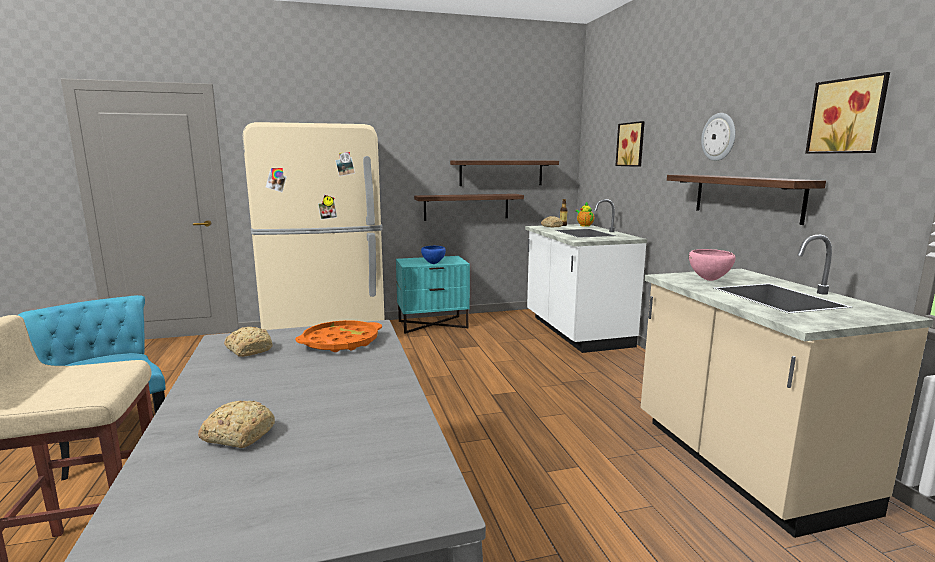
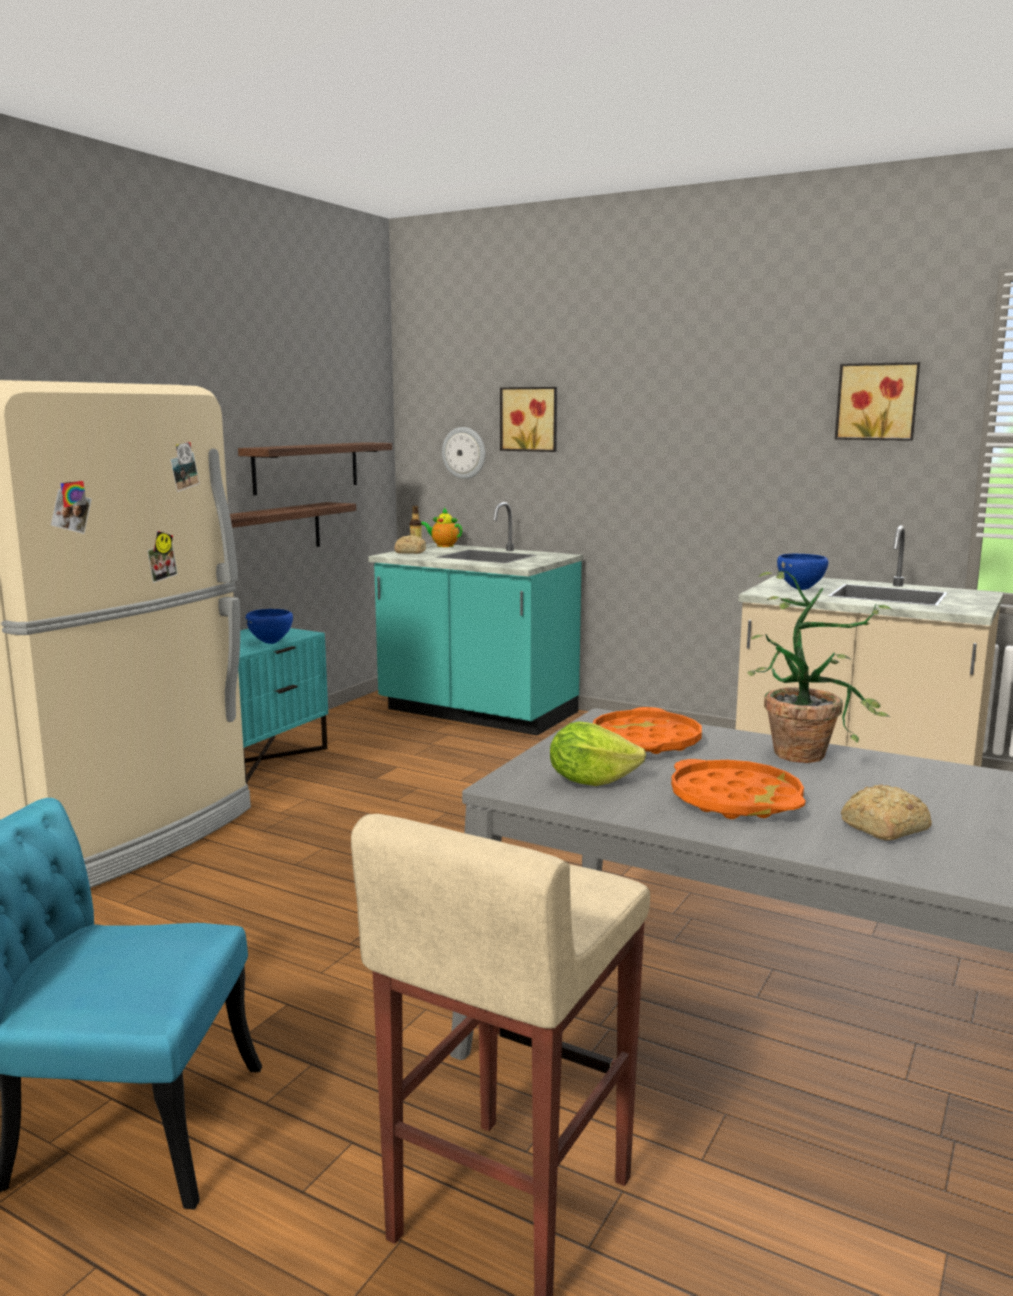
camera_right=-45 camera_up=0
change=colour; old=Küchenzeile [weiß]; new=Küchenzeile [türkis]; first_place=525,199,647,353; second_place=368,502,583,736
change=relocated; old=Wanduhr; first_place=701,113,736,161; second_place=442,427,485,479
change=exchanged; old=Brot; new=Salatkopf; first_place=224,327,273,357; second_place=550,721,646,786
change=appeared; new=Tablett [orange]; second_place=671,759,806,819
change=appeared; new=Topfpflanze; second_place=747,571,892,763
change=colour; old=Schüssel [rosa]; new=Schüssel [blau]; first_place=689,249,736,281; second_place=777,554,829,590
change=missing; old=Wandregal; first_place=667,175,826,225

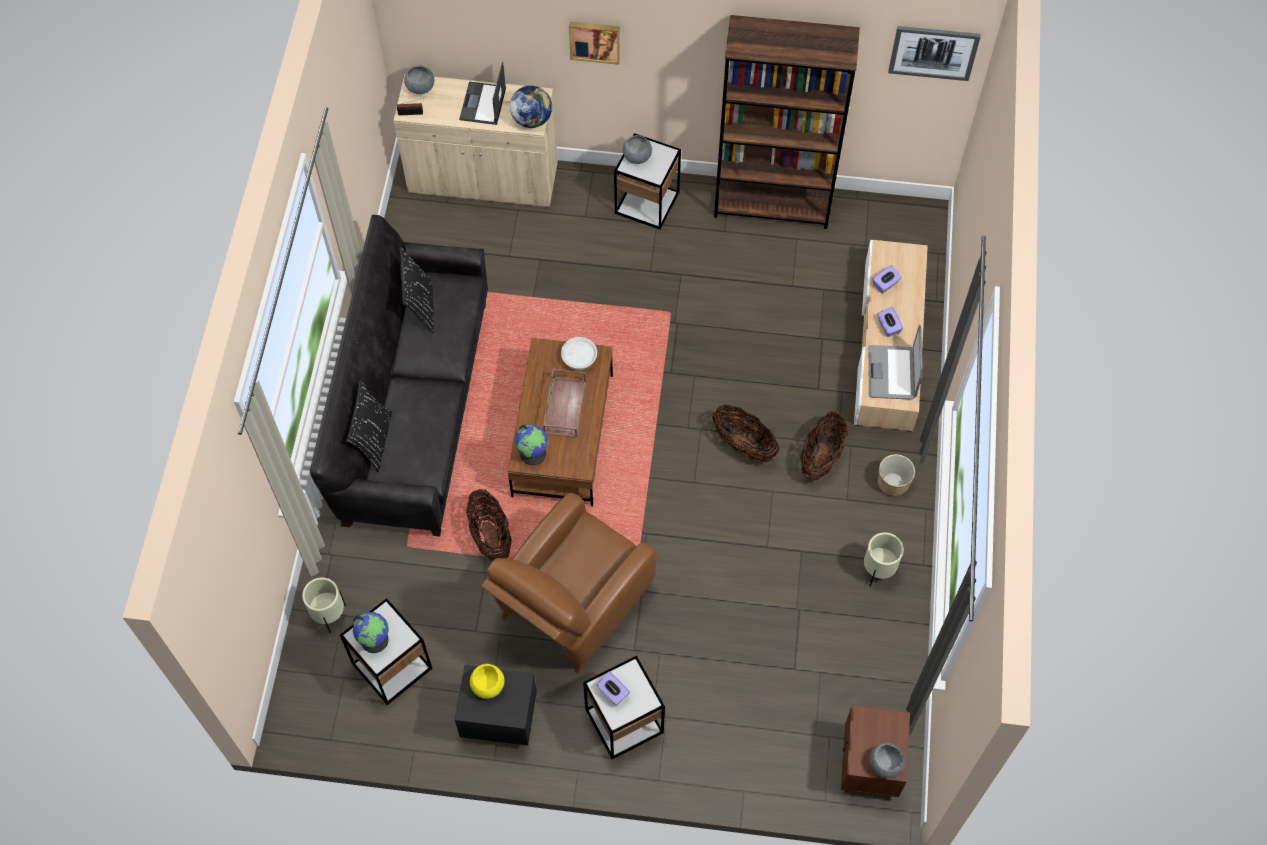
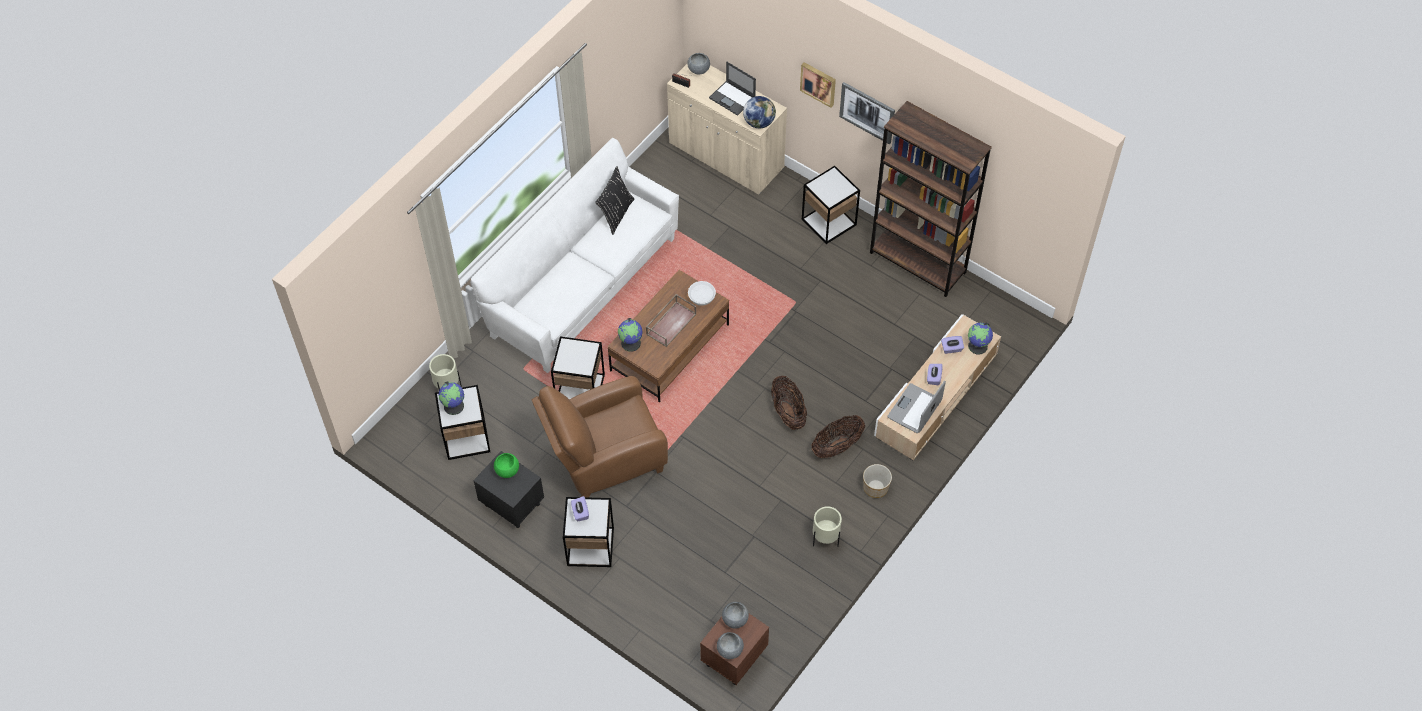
camera_right=30 camera_up=-5
change=colour; old=Sofa [schwarz]; new=Sofa [weiß]; first_place=310,215,488,536; second_place=471,138,679,373
change=colour; old=Schüssel [gelb]; new=Schüssel [grün]; first_place=470,664,504,699; second_place=494,453,519,478
change=exchanged; old=Korb; new=Beistelltisch; first_place=466,489,512,562; second_place=551,336,605,399
change=spun; old=Laptop; first_place=459,62,506,125; second_place=709,62,756,116; degrees=-90
change=relocated; old=Schüssel [grau]; first_place=623,135,652,164; second_place=722,602,749,628
change=relocated; old=Bild; first_place=888,26,981,81; second_place=839,82,895,145
change=appeared; new=Globus; second_place=968,322,993,354
change=missing; old=Kissen [schwarz]; first_place=346,380,392,472

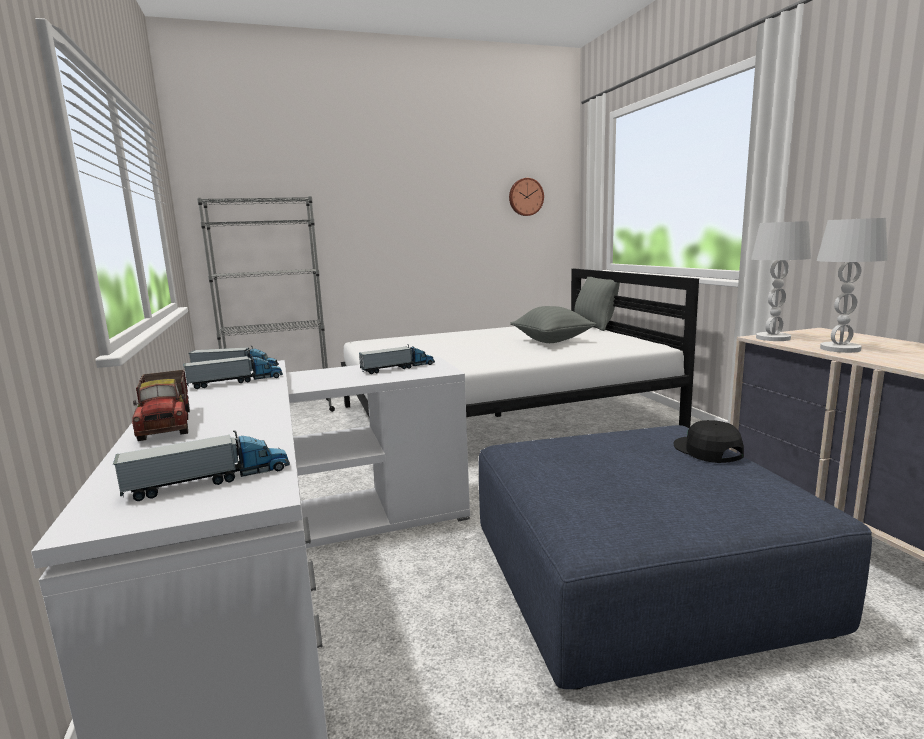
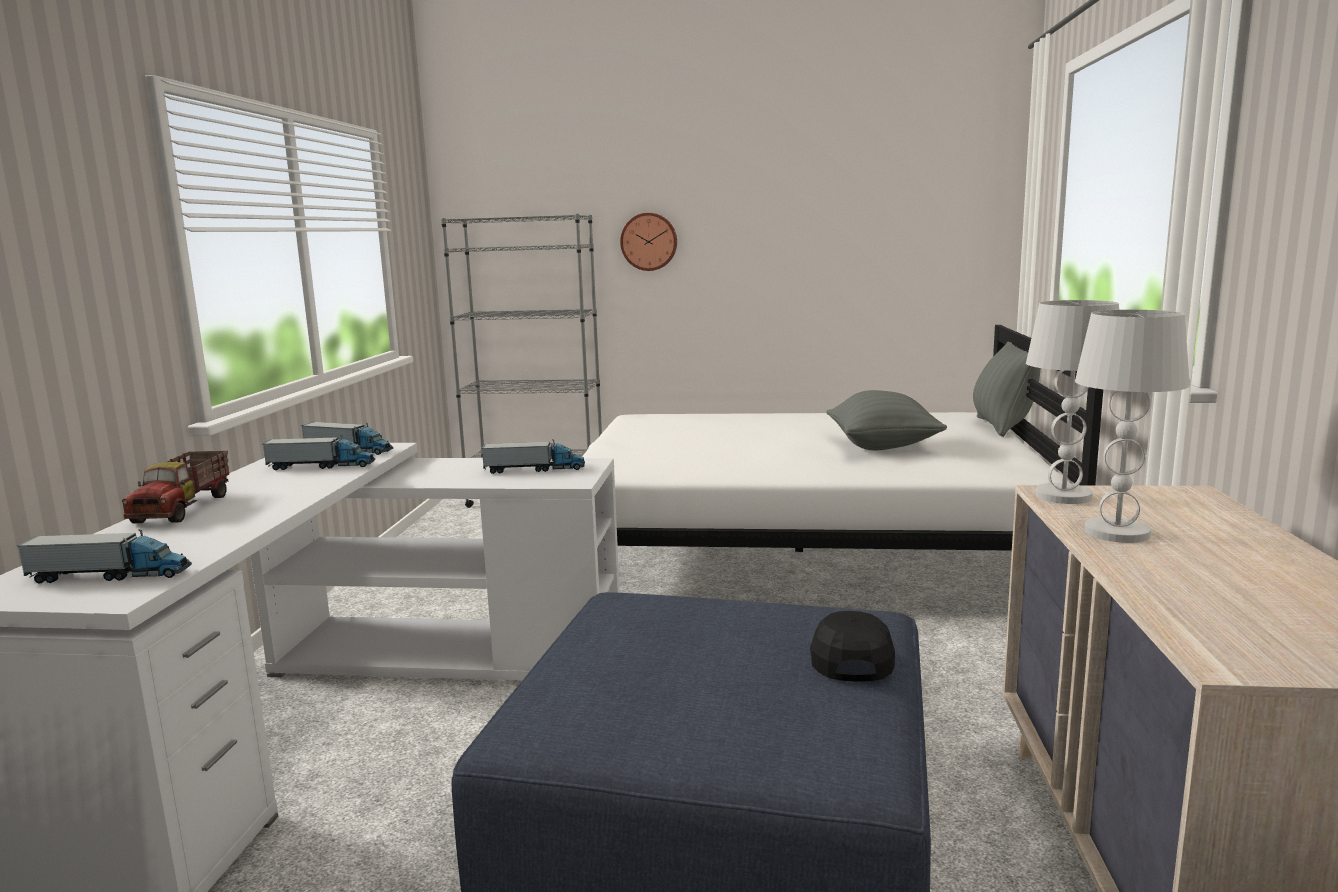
camera_right=25 camera_up=0
change=relocated; old=Wanduhr; first_place=509,178,544,216; second_place=620,213,677,271

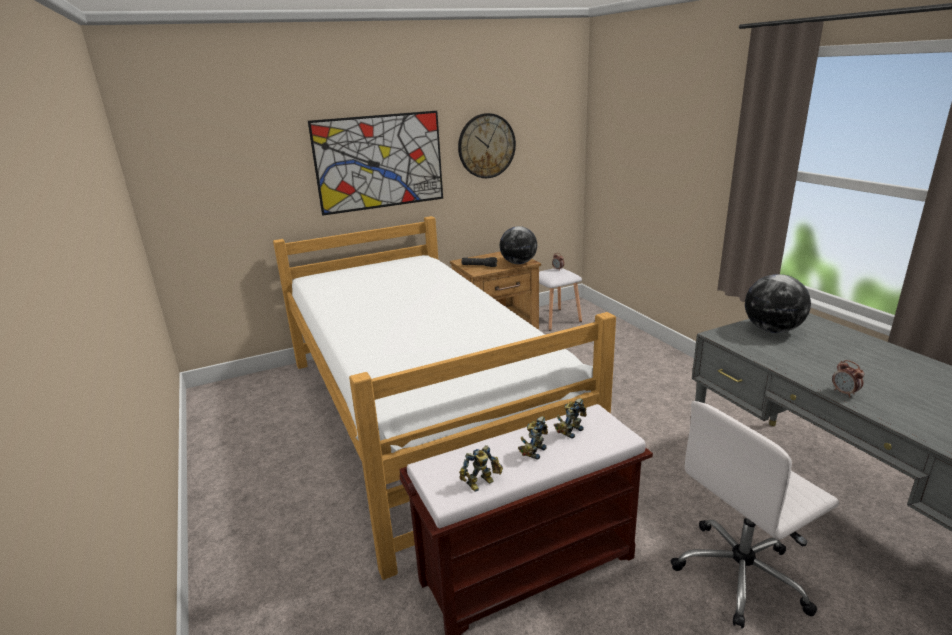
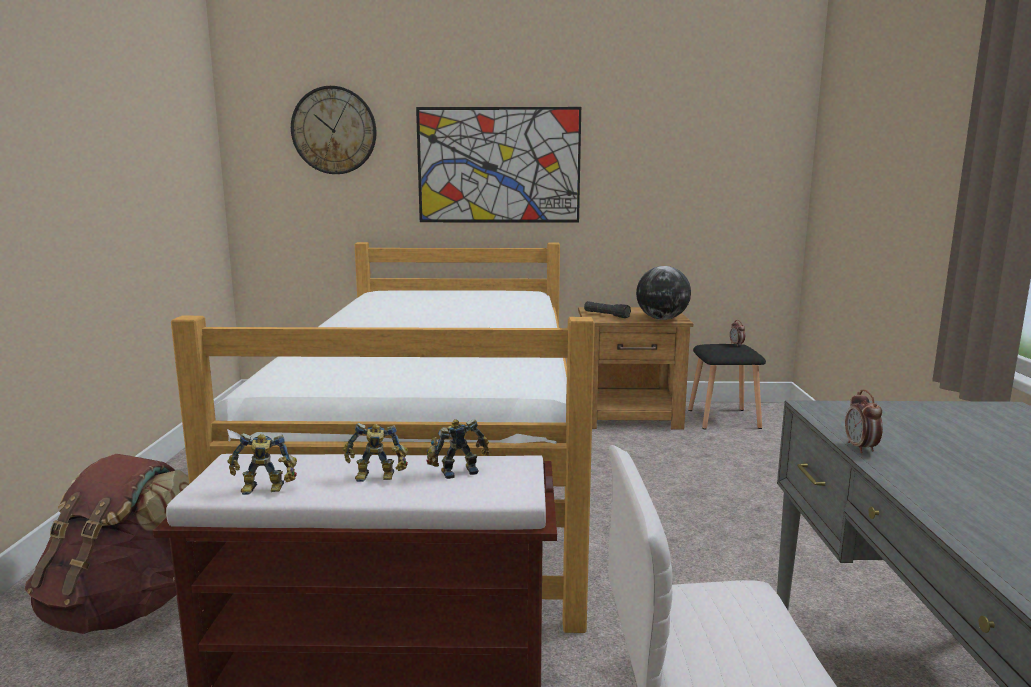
camera_right=25 camera_up=-10
change=appeared; new=Rucksack [braun]; second_place=25,454,189,634
change=relocated; old=Wanduhr; first_place=458,113,516,178; second_place=291,86,377,174
change=spun; old=Spielzeugroboter; first_place=518,416,548,460; second_place=343,423,408,482; degrees=-150
change=colour; old=Hocker [weiß]; new=Hocker [schwarz]; first_place=539,268,582,331; second_place=688,344,766,429
change=relocated; old=Wecker; first_place=832,360,864,397; second_place=845,389,883,453
change=missing; old=Globus; first_place=745,274,811,333

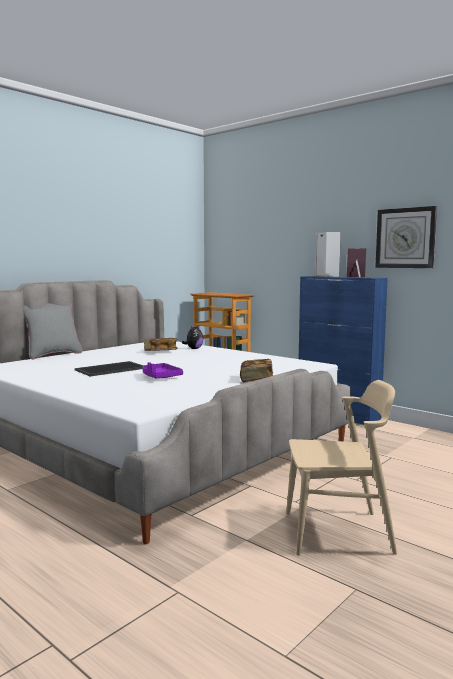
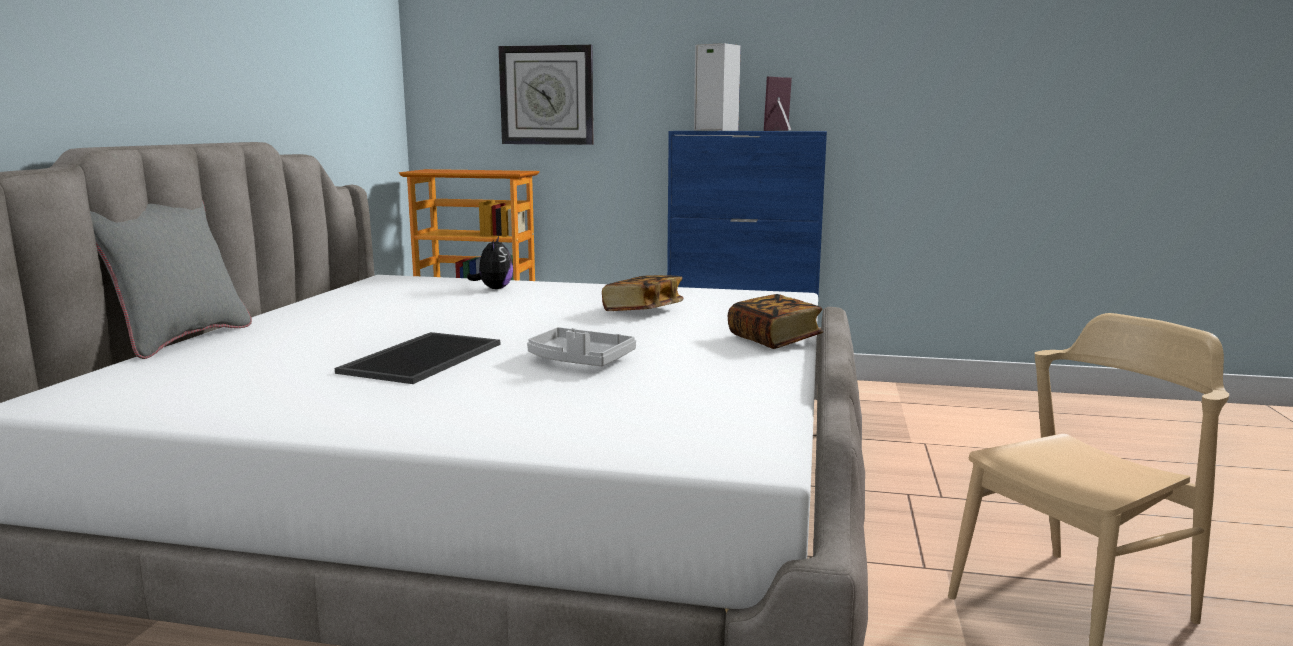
camera_right=-30 camera_up=5
change=relocated; old=Wanduhr; first_place=375,206,437,268; second_place=498,45,594,145
change=colour; old=Tablett [lila]; new=Tablett [grau]; first_place=143,362,183,378; second_place=527,327,636,366
change=relocated; old=Buch; first_place=144,338,177,351; second_place=602,275,684,311

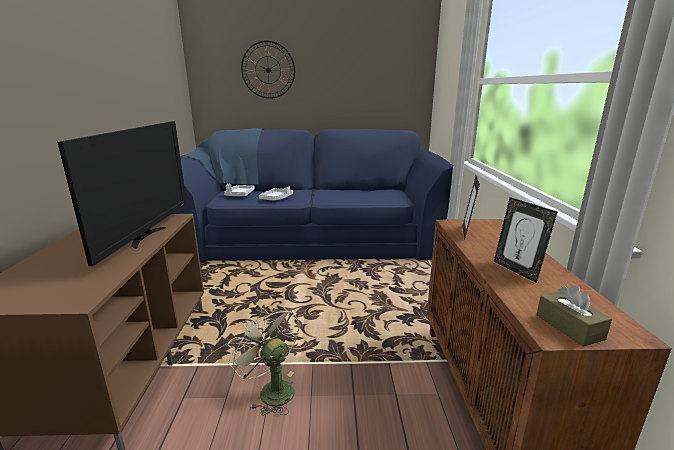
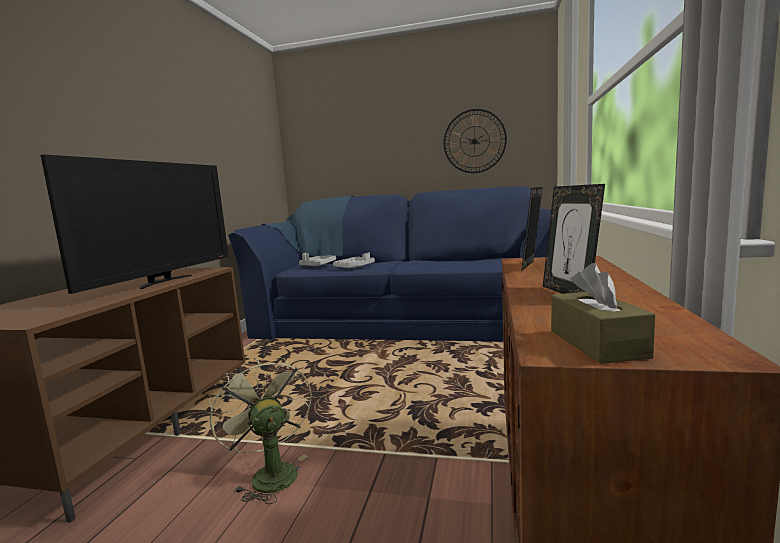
camera_right=15 camera_up=-10
change=relocated; old=Wanduhr; first_place=241,40,295,99; second_place=444,109,507,173

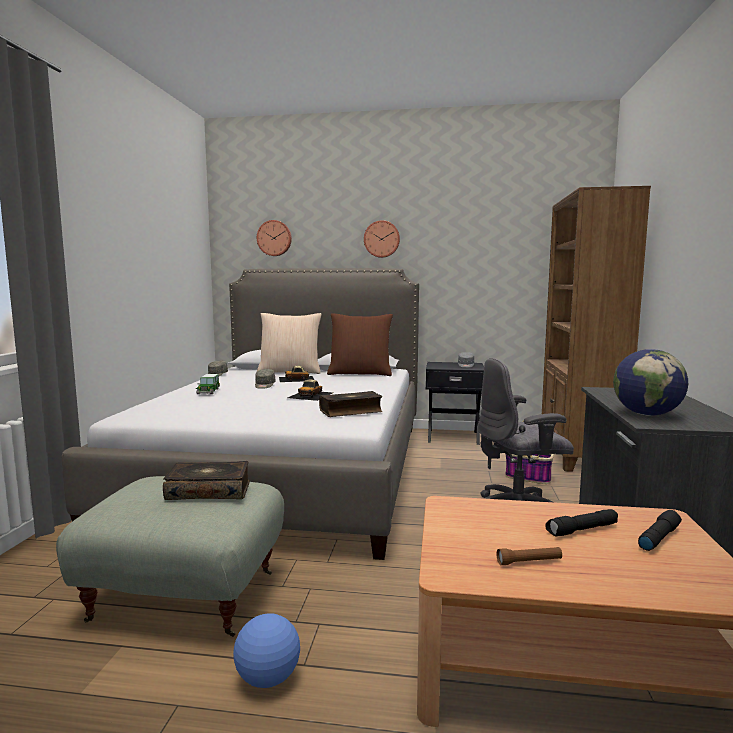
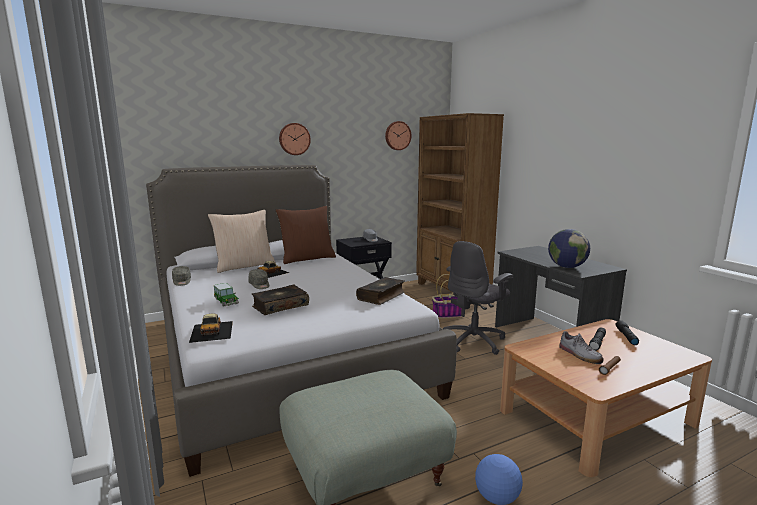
camera_right=-35 camera_up=5
change=relocated; old=Spielzeugauto; first_place=288,380,333,401; second_place=189,314,233,343
change=relocated; old=Buch; first_place=163,461,250,500; second_place=252,285,309,315
change=relocated; old=Wanduhr; first_place=257,220,292,256; second_place=385,121,412,150
change=appeared; new=Schuh; second_place=559,331,603,364

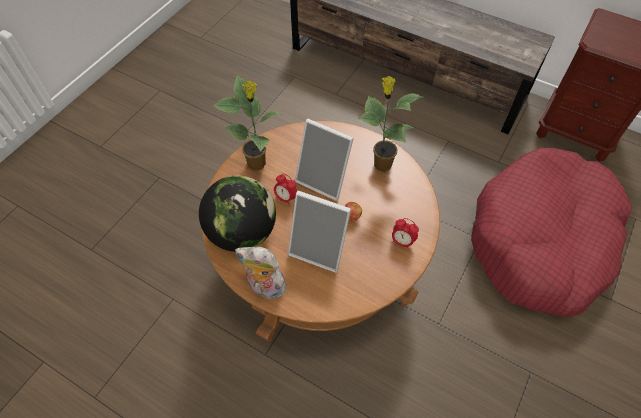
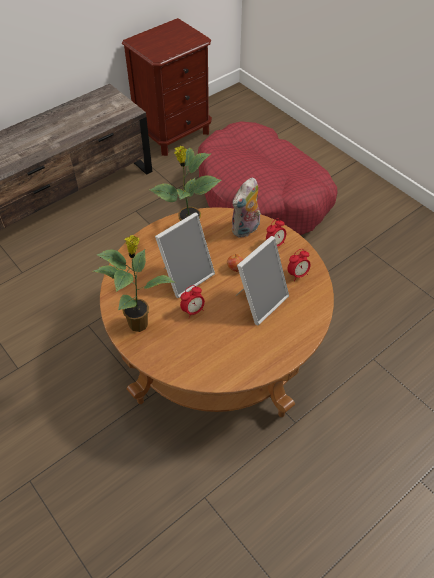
camera_right=-70 camera_up=-5
change=relocated; old=Plüschtier; first_place=235,247,286,299; second_place=231,178,261,238
change=appeared; new=Wecker; second_place=288,249,311,281
change=missing; old=Globus; first_place=199,175,276,252

